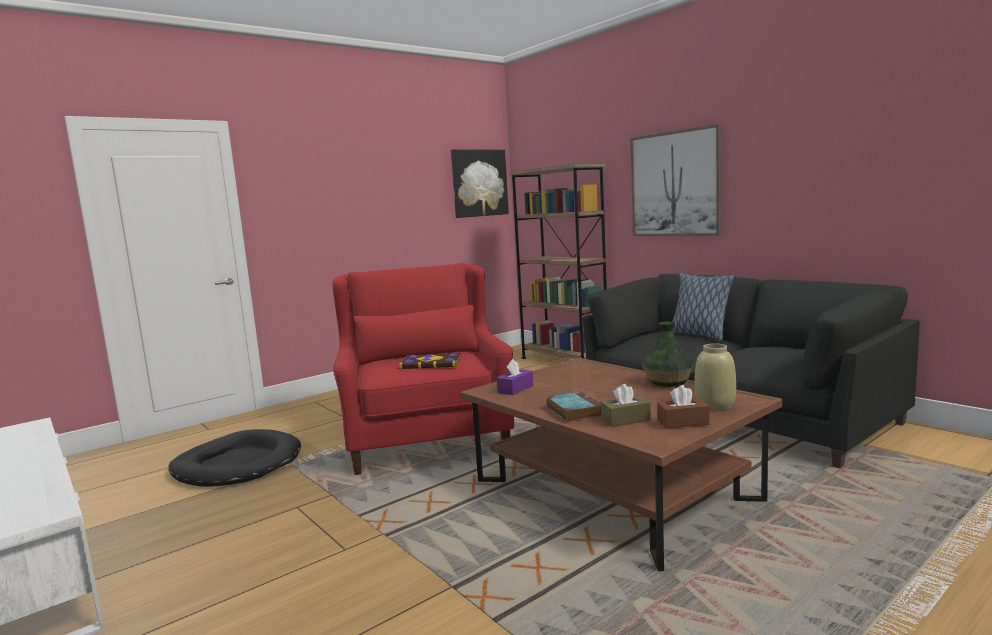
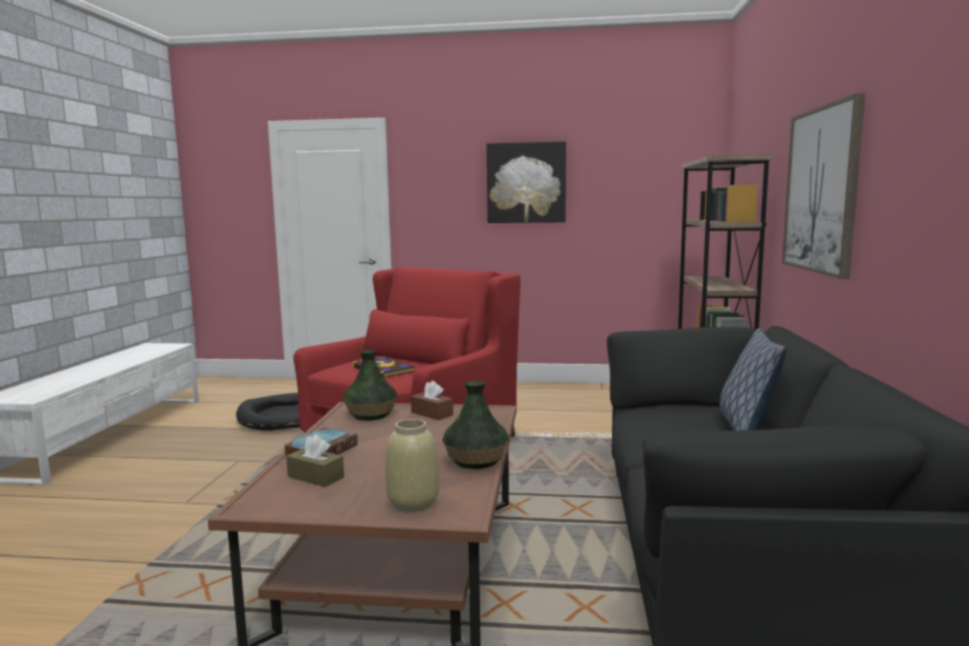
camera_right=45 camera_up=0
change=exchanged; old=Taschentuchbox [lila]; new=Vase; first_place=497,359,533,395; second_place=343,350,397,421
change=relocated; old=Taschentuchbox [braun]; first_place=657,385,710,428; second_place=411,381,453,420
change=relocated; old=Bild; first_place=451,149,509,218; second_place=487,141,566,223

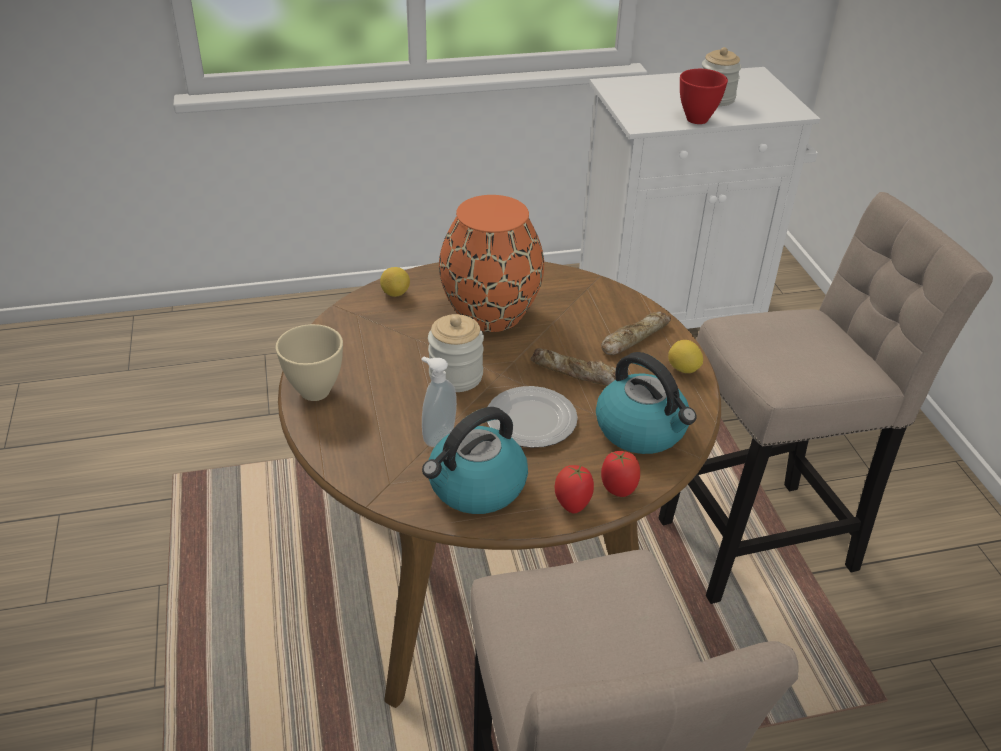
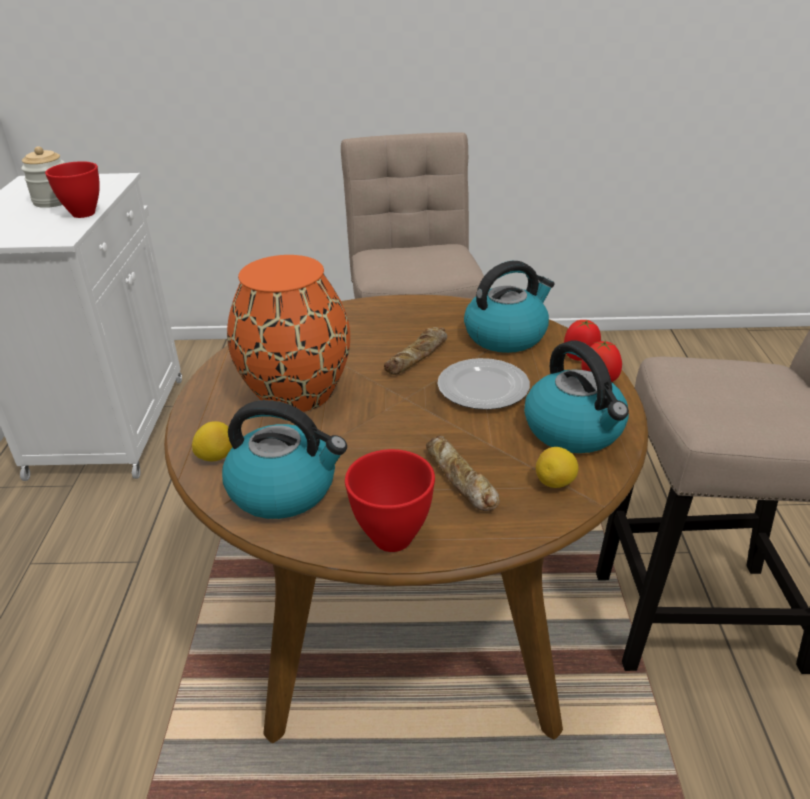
camera_right=-75 camera_up=-5
change=appeared; new=Wasserkessel; second_place=222,400,347,519
change=colour; old=Schüssel [beige]; new=Schüssel [rot]; first_place=275,324,343,401; second_place=345,449,435,552
change=relocated; old=Brot; first_place=601,312,671,355; second_place=426,435,500,511
change=relocated; old=Zitrone; first_place=668,340,703,373; second_place=536,447,578,488
change=missing; old=Seifenspender; first_place=422,357,457,447
change=missing; old=Vorratsglas; first_place=428,314,484,392

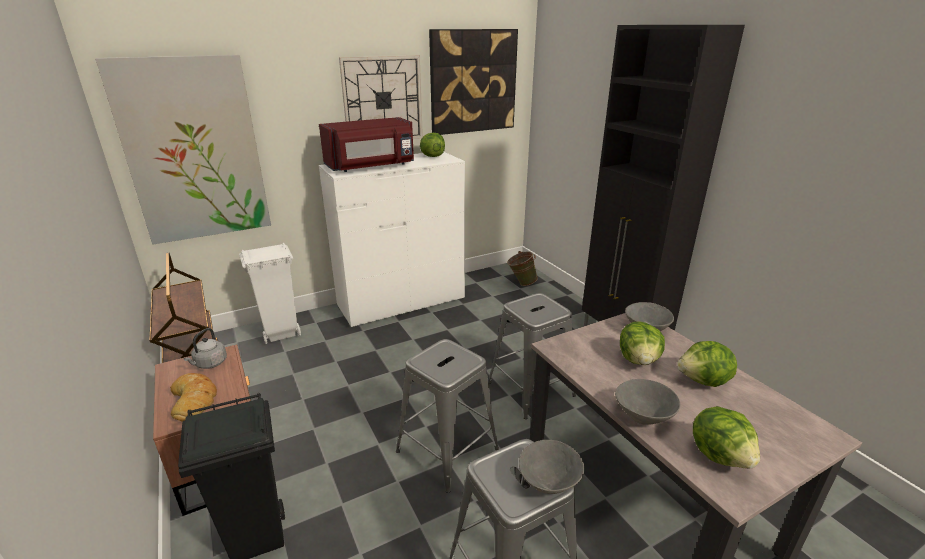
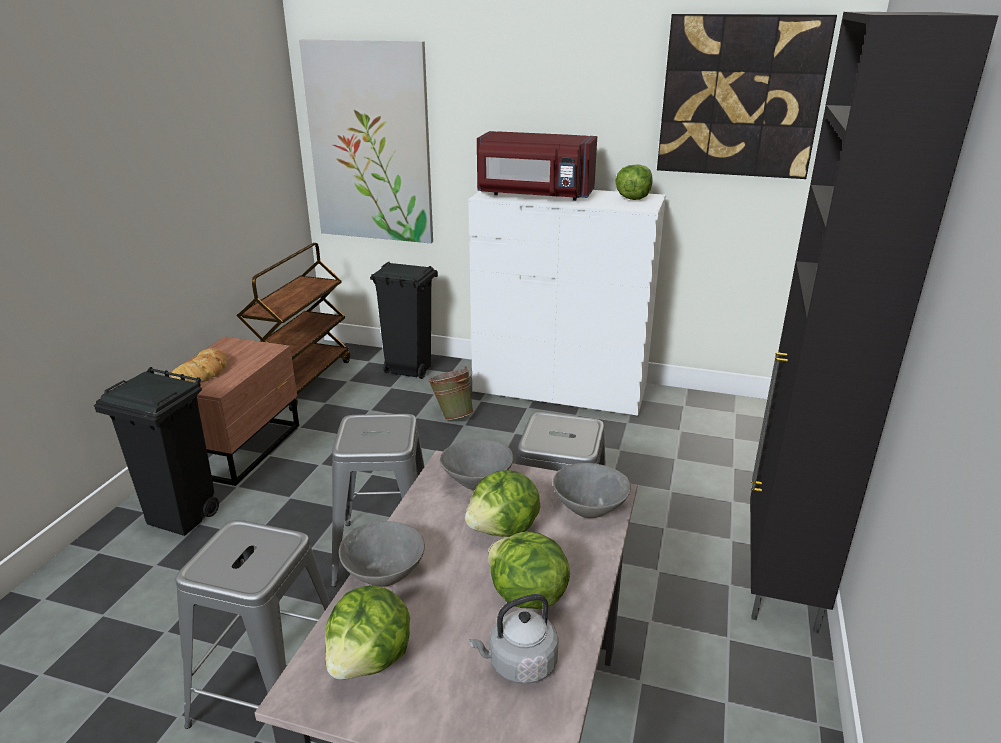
camera_right=45 camera_up=0
change=colour; old=Mülleimer [weiß]; new=Mülleimer [schwarz]; first_place=239,243,301,344; second_place=370,261,438,379
change=relocated; old=Eimer [grün]; first_place=507,251,538,286; second_place=428,366,474,420
change=relocated; old=Schüssel [grau]; first_place=519,440,584,494; second_place=440,439,513,490
change=relocated; old=Wasserkessel [grau]; first_place=183,328,227,369; second_place=469,594,559,684
change=missing; old=Wanduhr; first_place=339,55,423,139

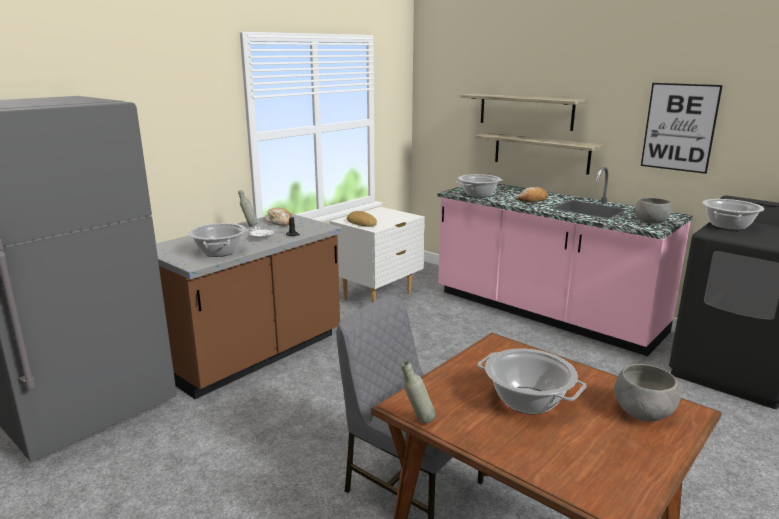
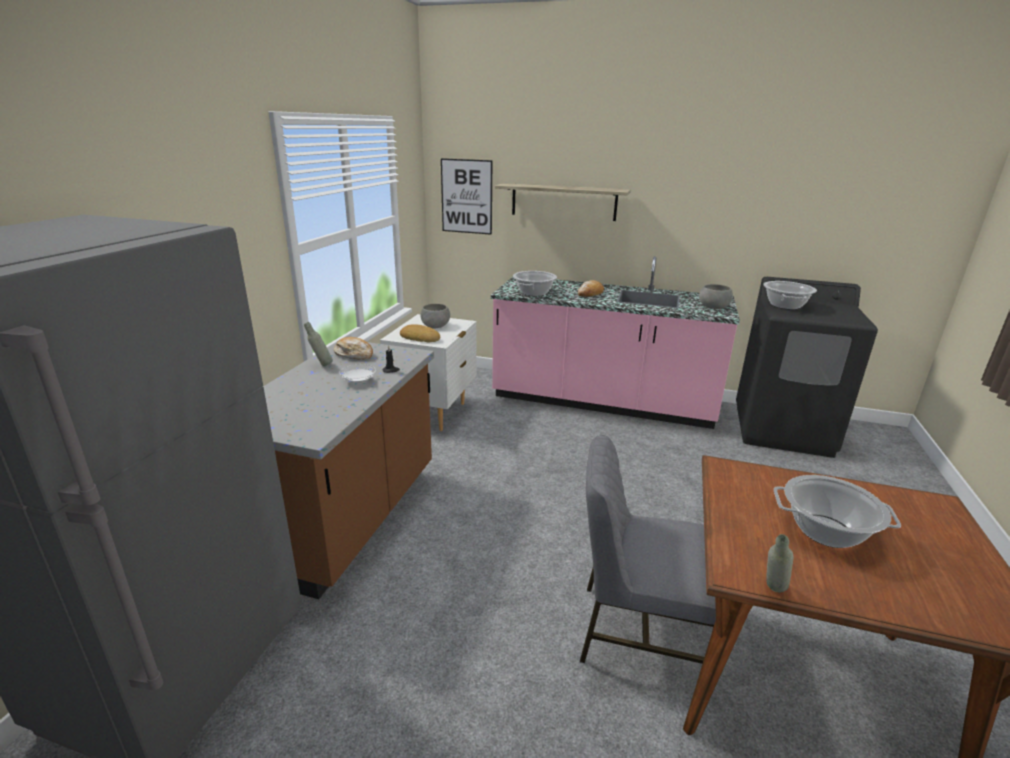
camera_right=-25 camera_up=5
change=relocated; old=Schüssel [grau]; first_place=614,364,681,421; second_place=420,304,450,329
change=relocated; old=Bild; first_place=641,83,723,174; second_place=441,158,492,235
change=missing; old=Kochtopf; first_place=188,223,247,257
change=missing; old=Wandregal; first_place=475,133,604,175

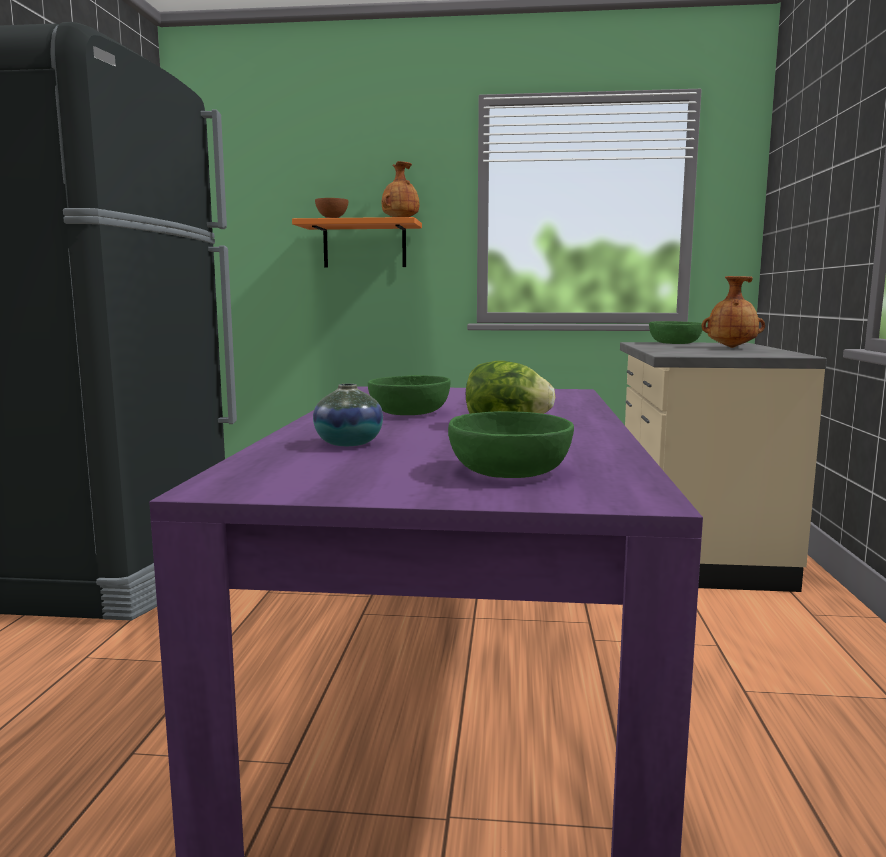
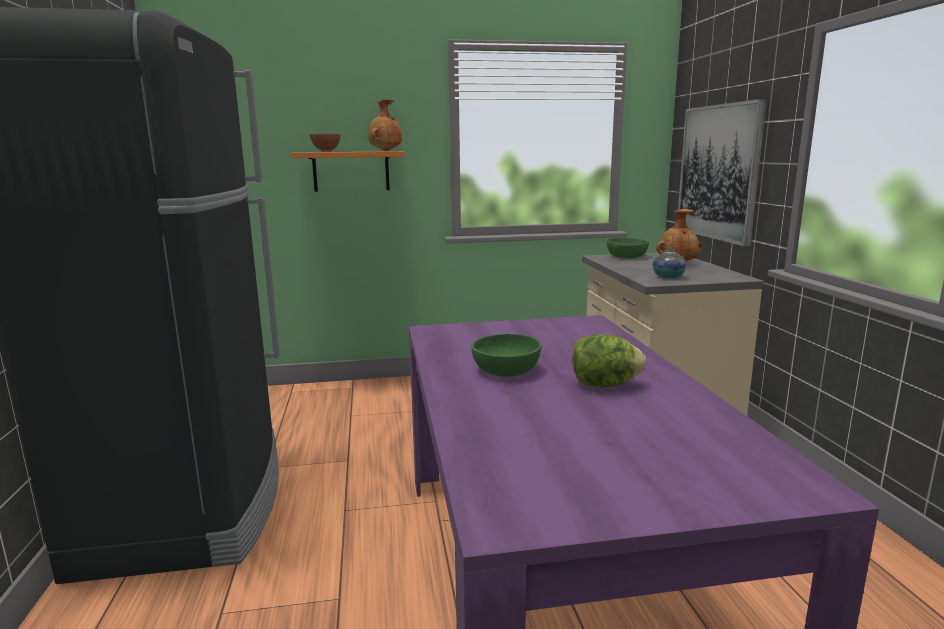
camera_right=-15 camera_up=5
change=relocated; old=Vase; first_place=313,384,383,446; second_place=653,249,686,278
change=appeared; new=Bild; second_place=678,99,767,247
change=missing; old=Schüssel [grün]; first_place=448,411,574,478

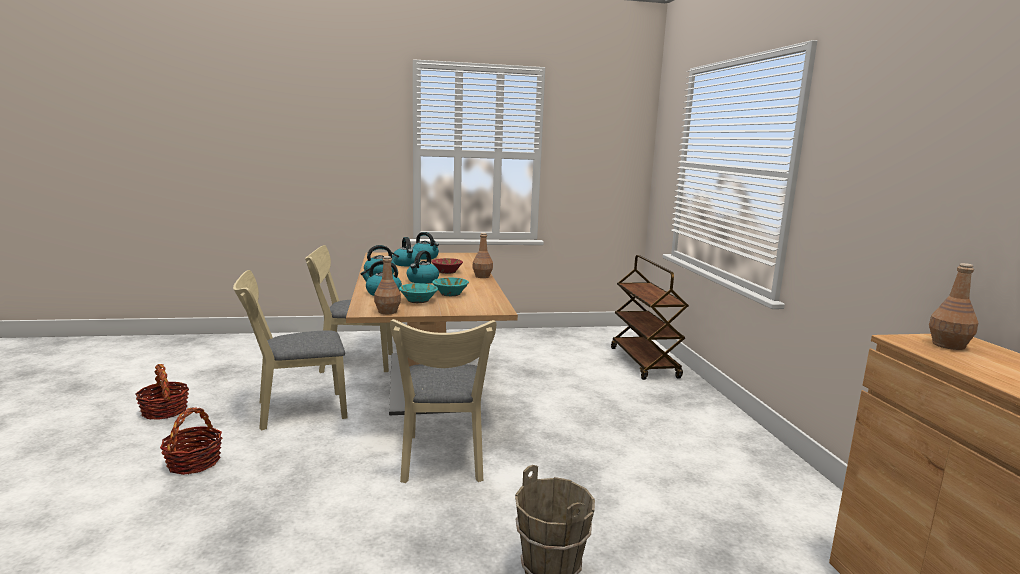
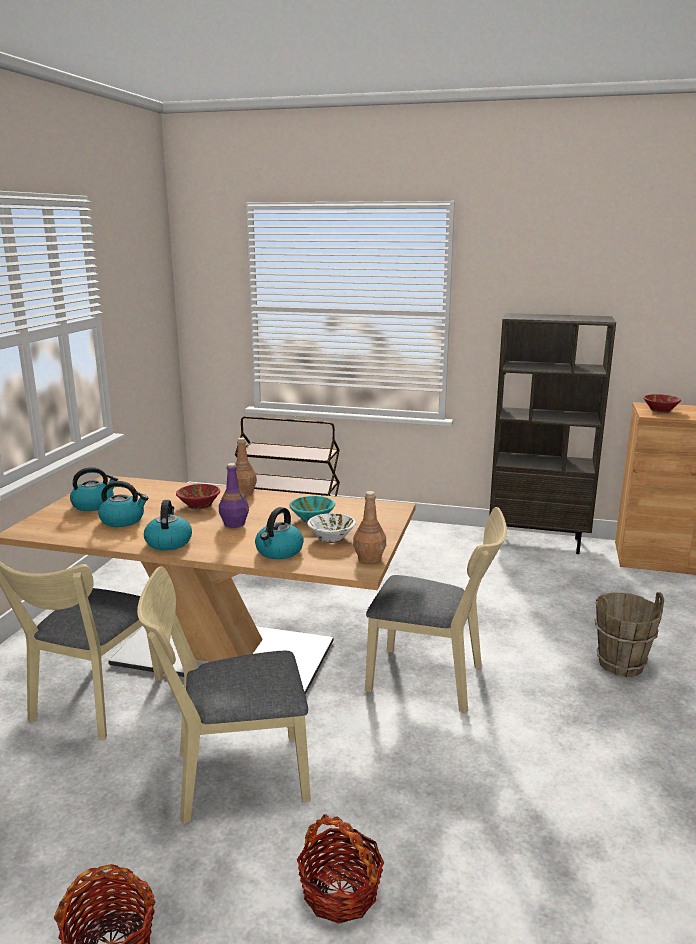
camera_right=-65 camera_up=5
change=spun; old=Stuhl [beige]; first_place=233,270,348,430; second_place=137,566,311,824; degrees=75
change=exchanged; old=Wasserkessel; new=Flasche [lila]; first_place=407,250,439,284; second_place=219,463,249,528
change=colour; old=Schüssel [türkis]; new=Schüssel [weiß]; first_place=399,283,438,303; second_place=307,513,356,543
change=appeared; new=Bücherregal [braun]; second_place=489,313,616,554
change=exchanged; old=Flasche [braun]; new=Schüssel [rot]; first_place=929,263,979,350; second_place=643,394,681,413

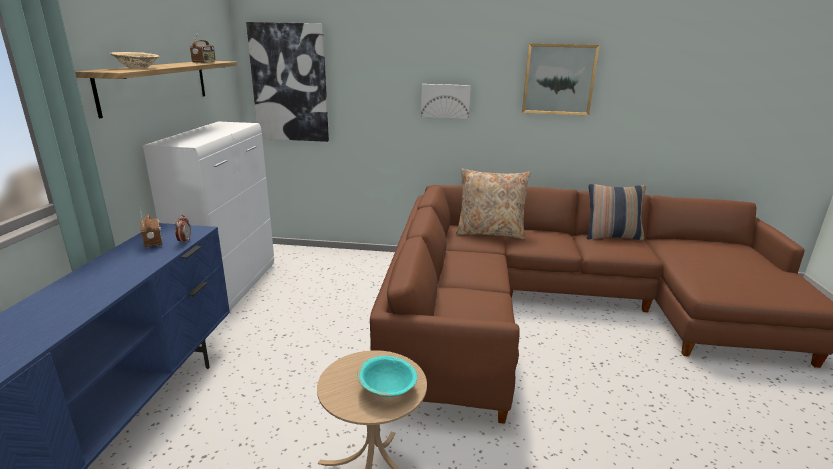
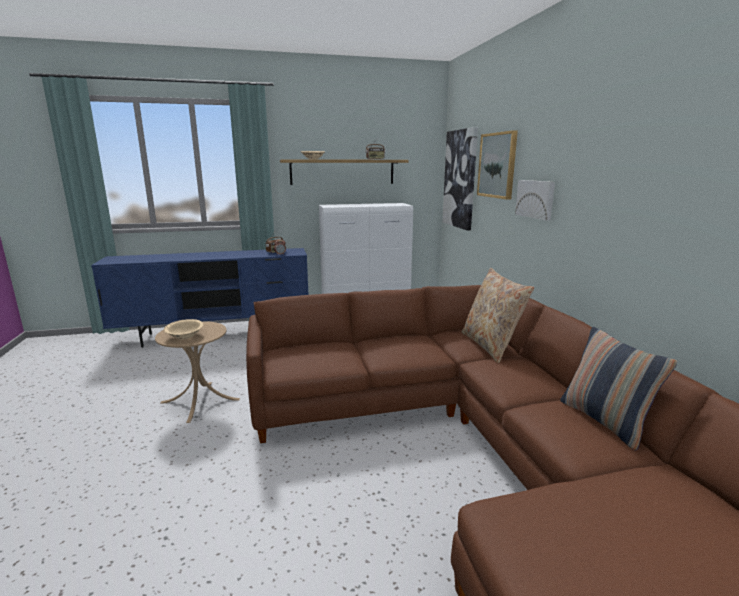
camera_right=70 camera_up=-5
change=colour; old=Schüssel [türkis]; new=Schüssel [beige]; first_place=357,356,417,397; second_place=164,319,203,339
change=relocated; old=Bild; first_place=522,43,600,115; second_place=477,130,518,200

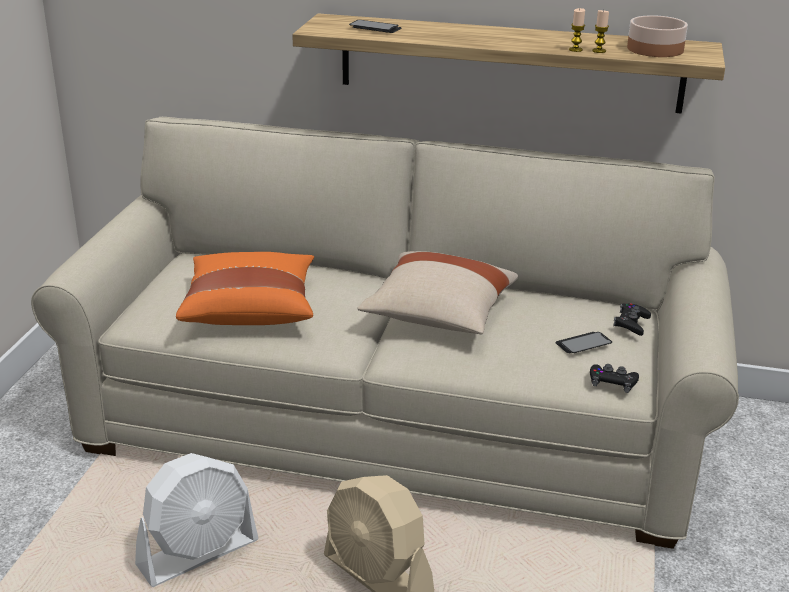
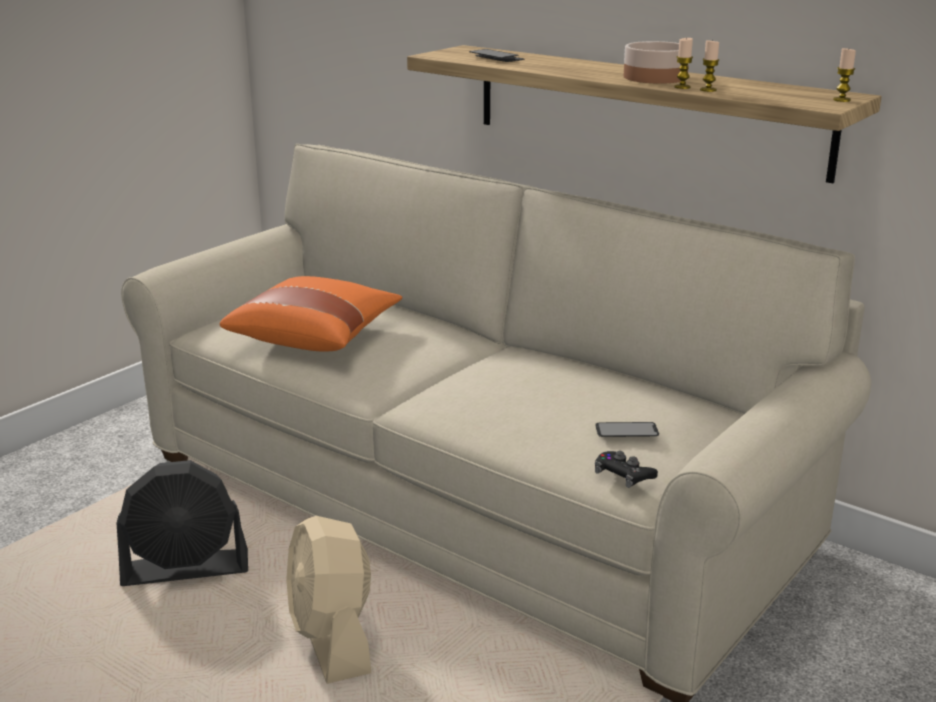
camera_right=25 camera_up=-5
change=colour; old=Ventilator [weiß]; new=Ventilator [schwarz]; first_place=135,453,259,587; second_place=117,460,248,586
change=relocated; old=Schüssel; first_place=627,15,688,57; second_place=624,41,689,84
change=appeared; new=Kerze; second_place=833,48,856,102
change=missing; old=Kissen [beige]; first_place=357,251,518,335
change=missing; old=Gamepad [schwarz]; first_place=613,303,651,336

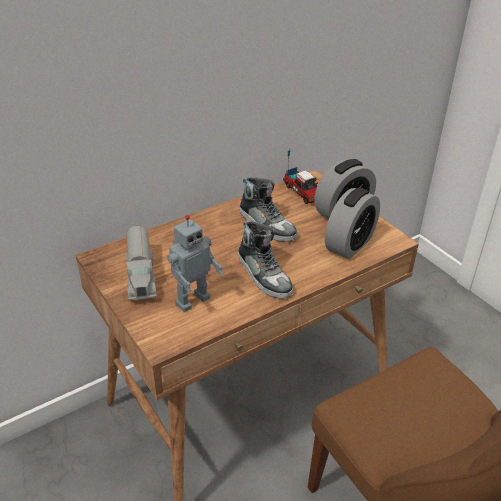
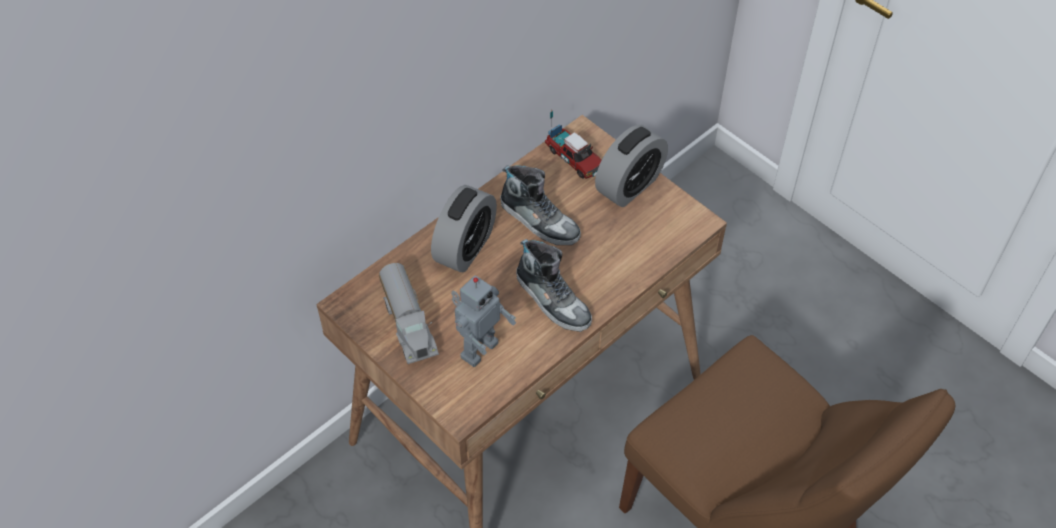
camera_right=-10 camera_up=15
change=relocated; old=Wecker; first_place=325,187,380,259; second_place=431,185,497,272

